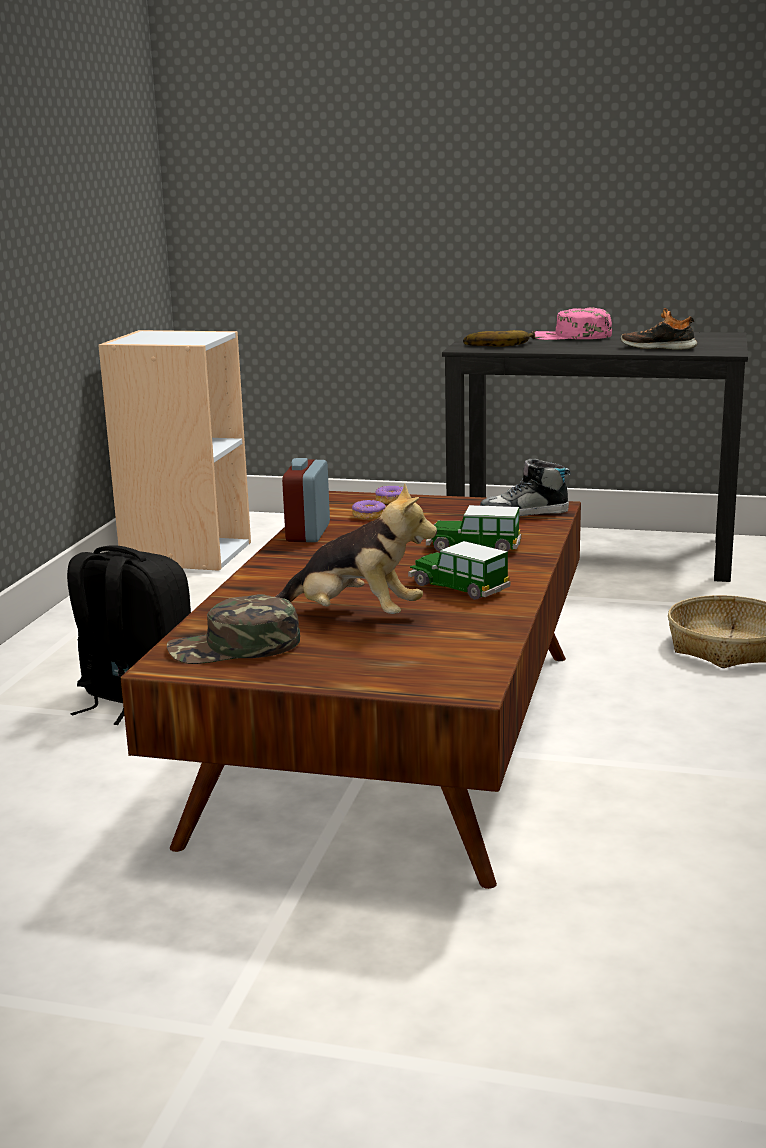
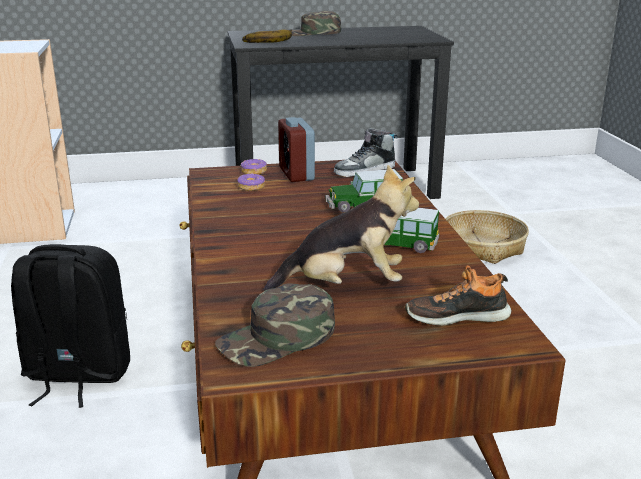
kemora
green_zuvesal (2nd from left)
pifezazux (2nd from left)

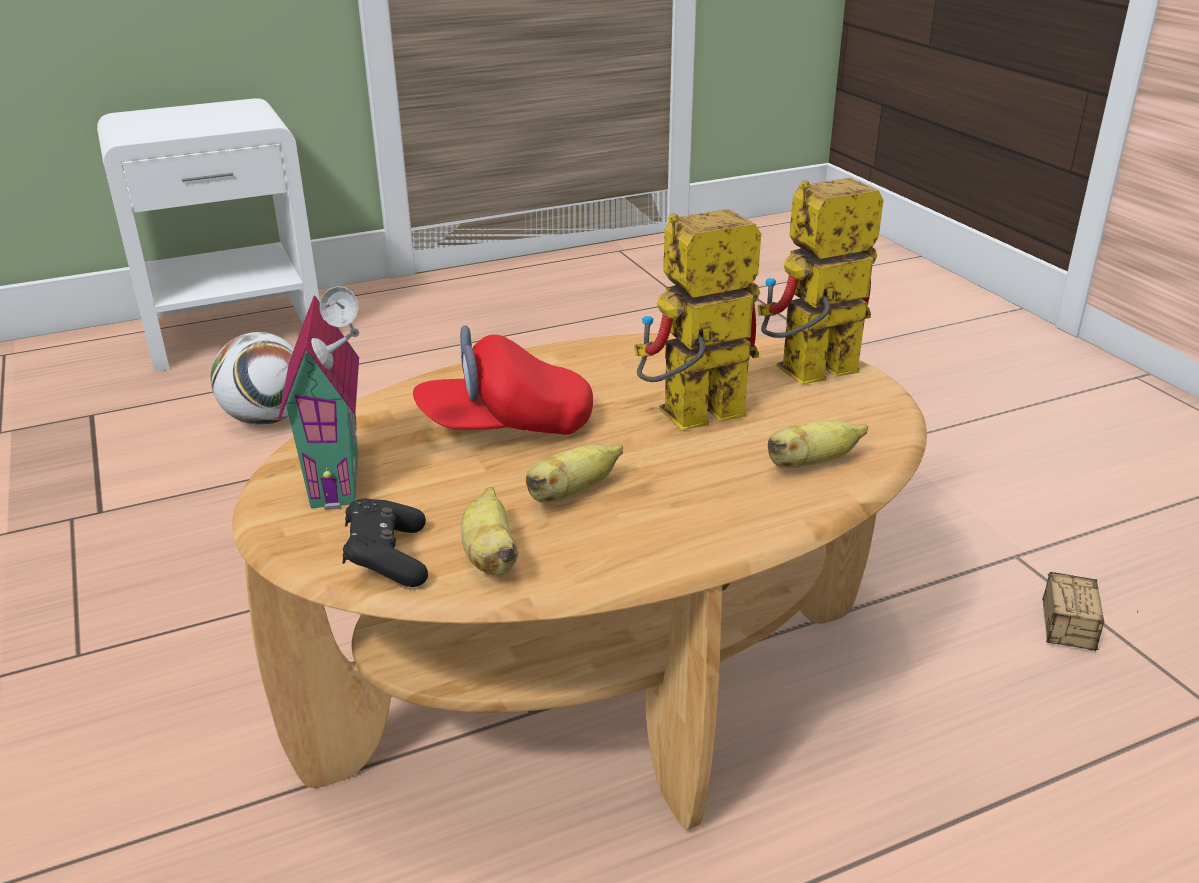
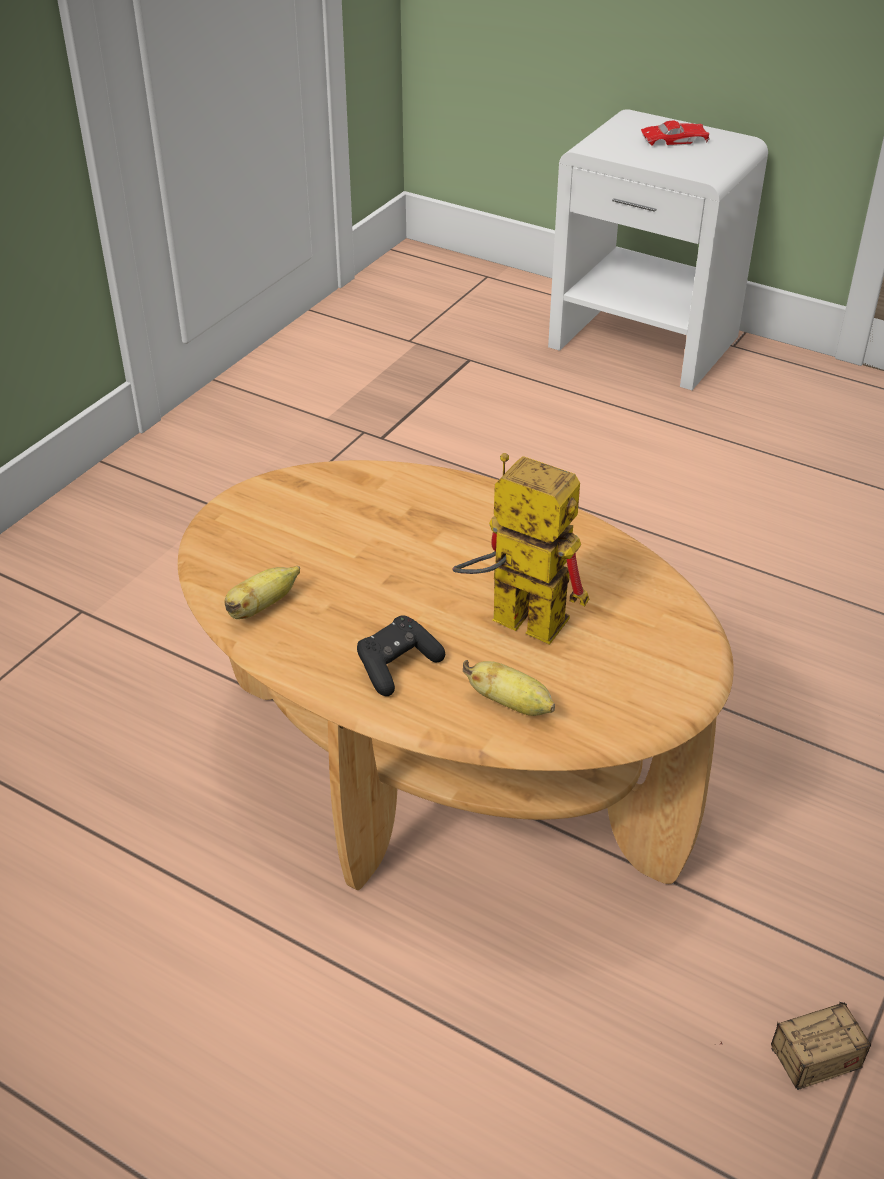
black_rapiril
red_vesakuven
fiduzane
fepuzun
red_zuvesal
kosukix (2nd from left in the first image)
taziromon (2nd from left in the first image)

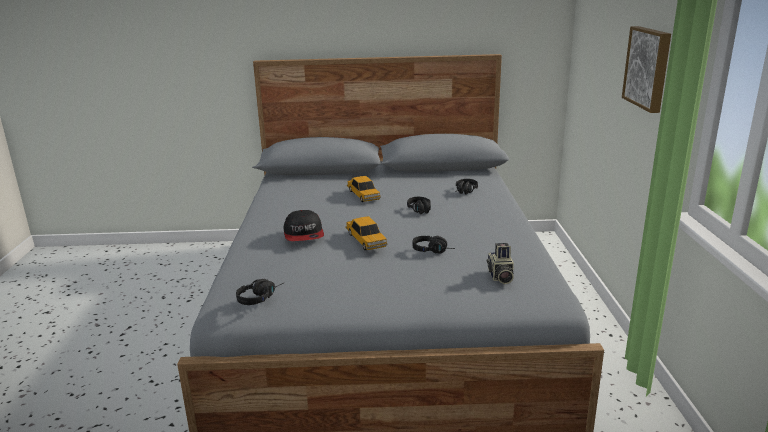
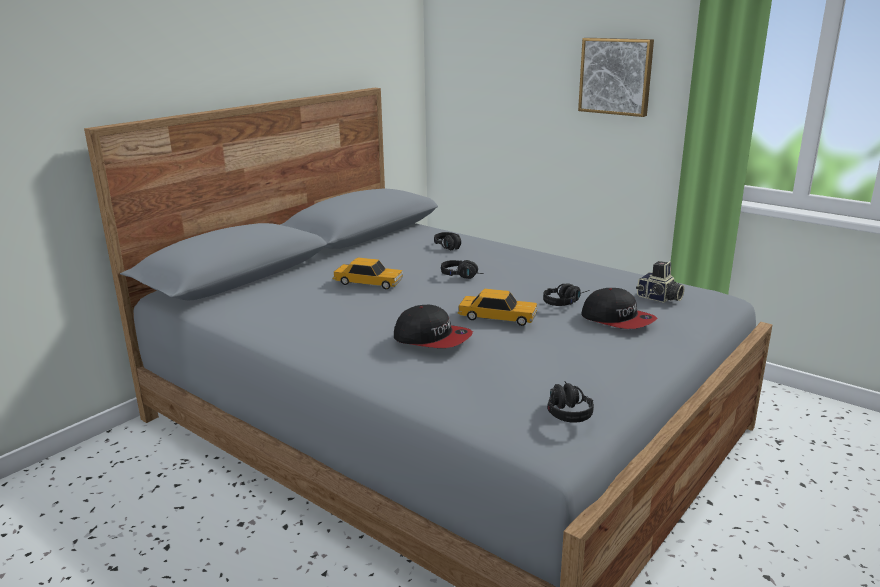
zuvesal (2nd from left)

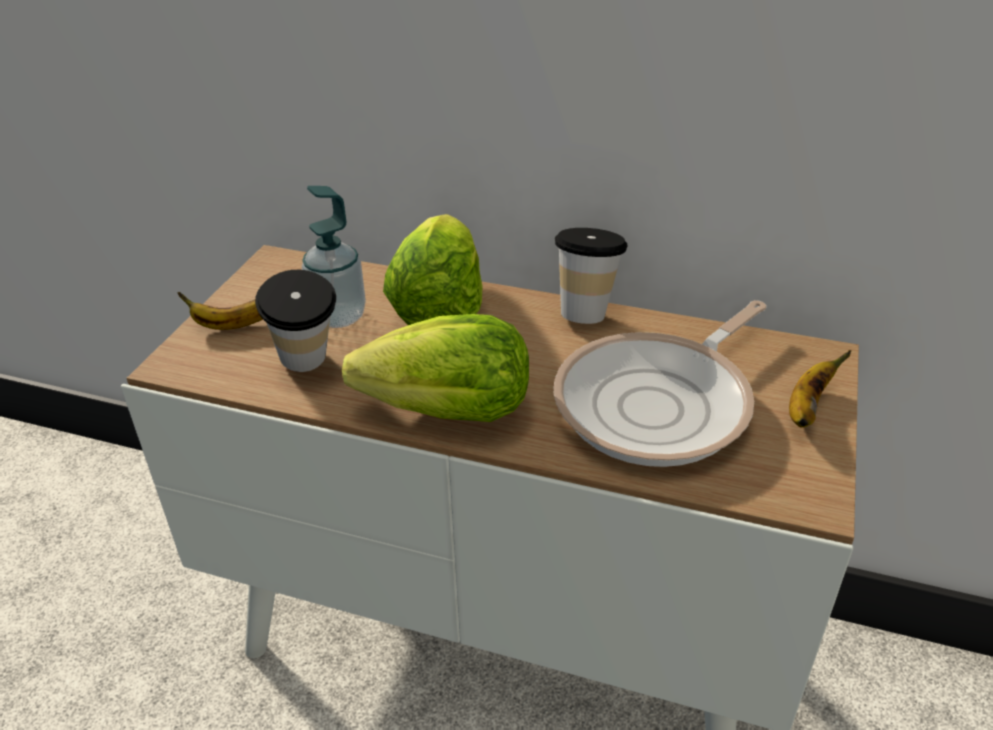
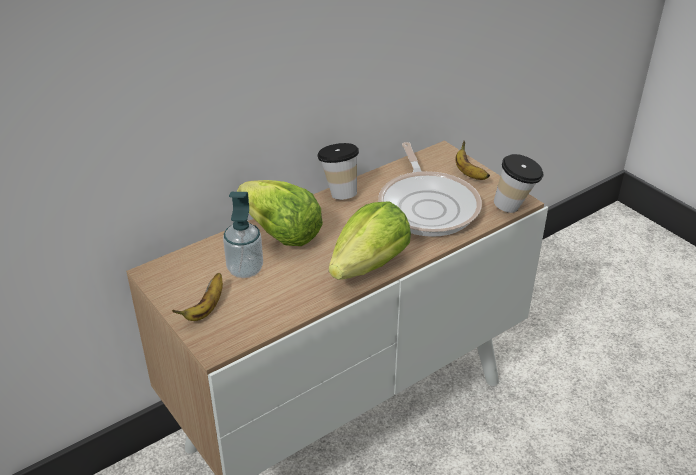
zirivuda (2nd from left)

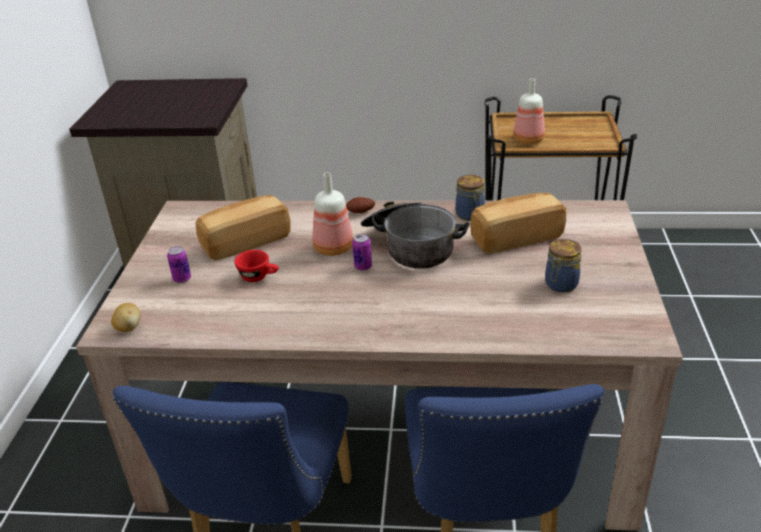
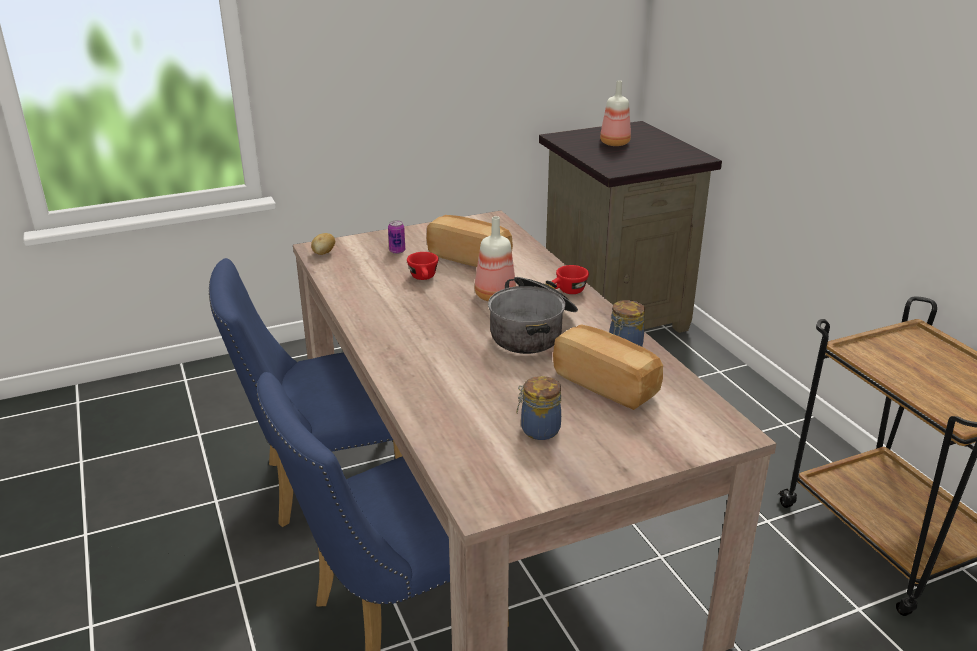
red_zirivuda (2nd from left)
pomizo (2nd from left)
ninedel (2nd from left in the first image)

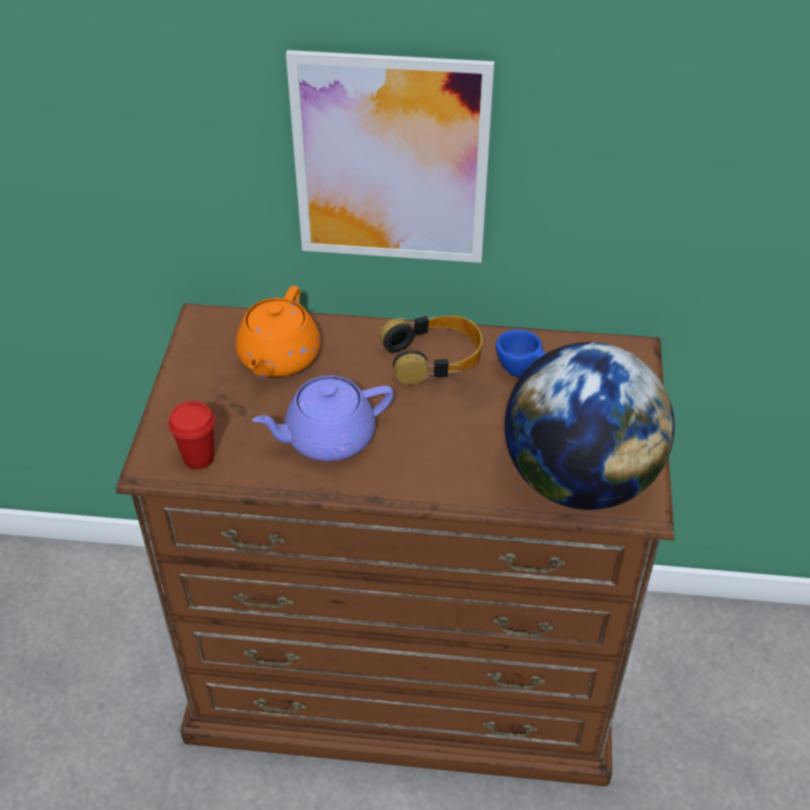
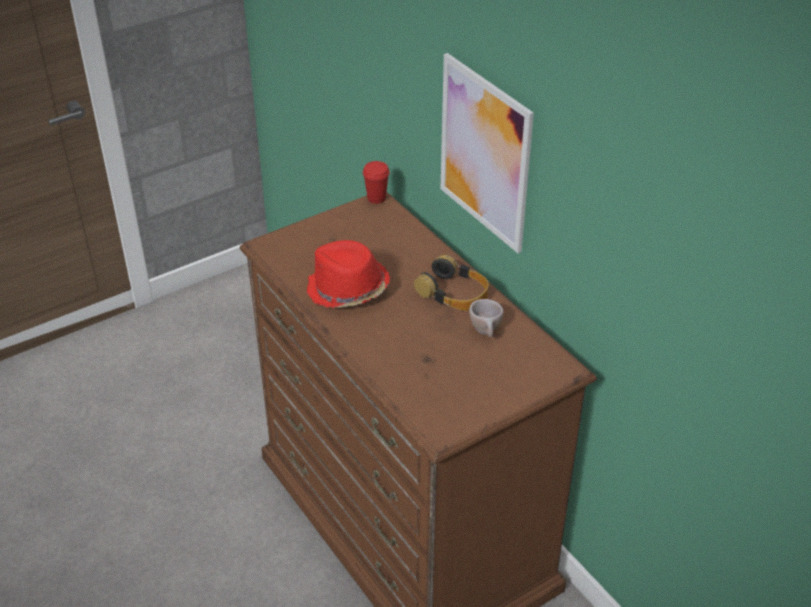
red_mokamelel
red_zirivuda
beige_zirivuda
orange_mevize
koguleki

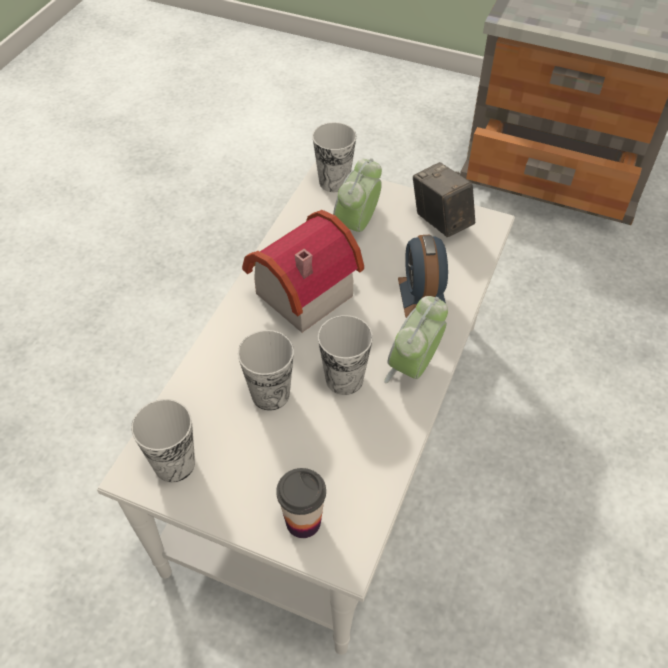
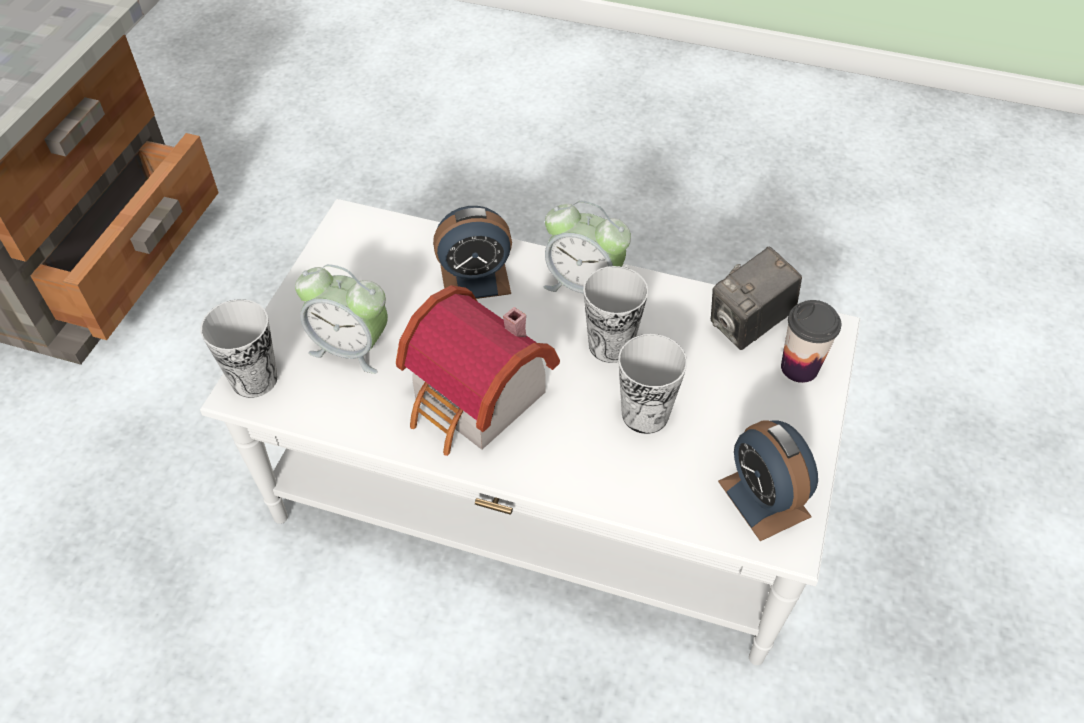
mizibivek
kemora (4th from left)

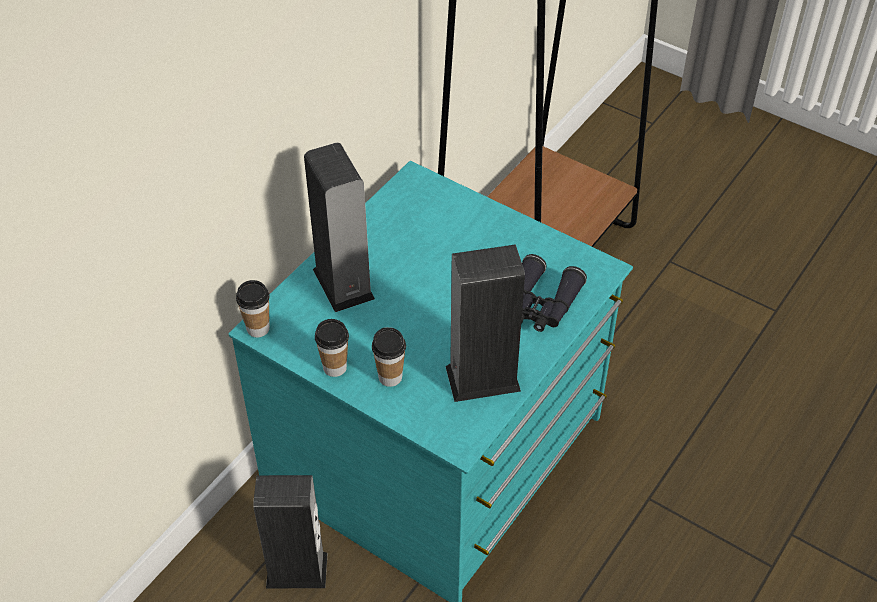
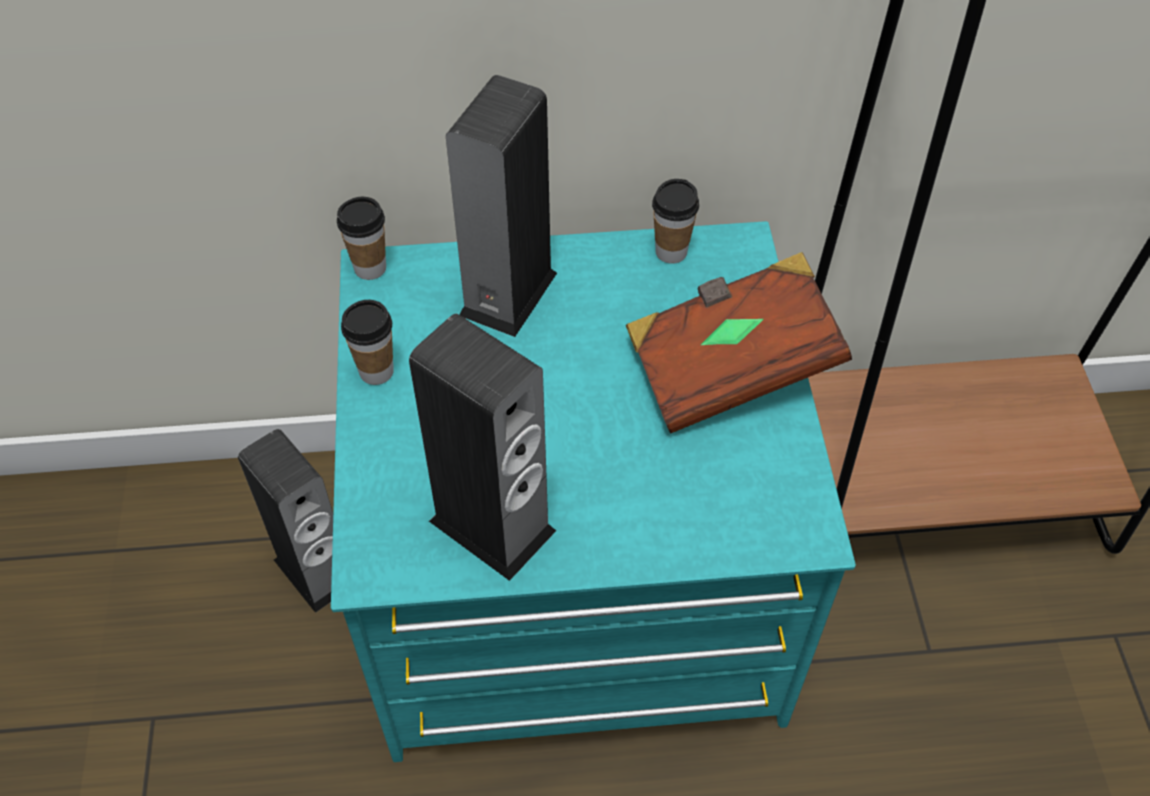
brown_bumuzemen
zirivuda (3rd from left)
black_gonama

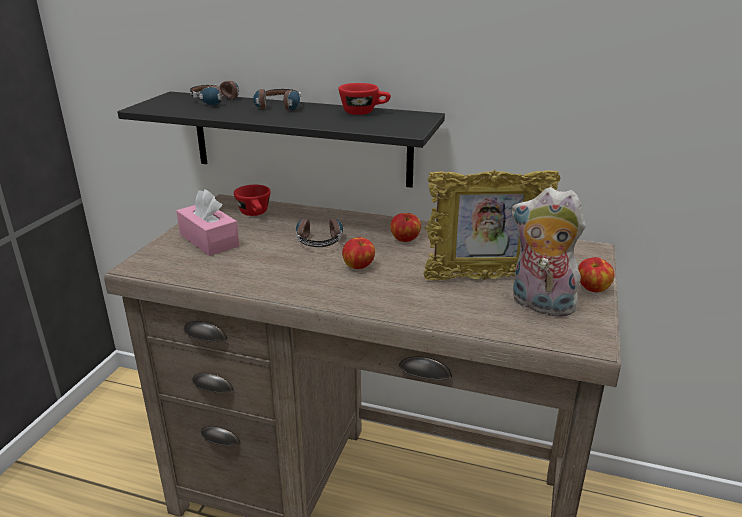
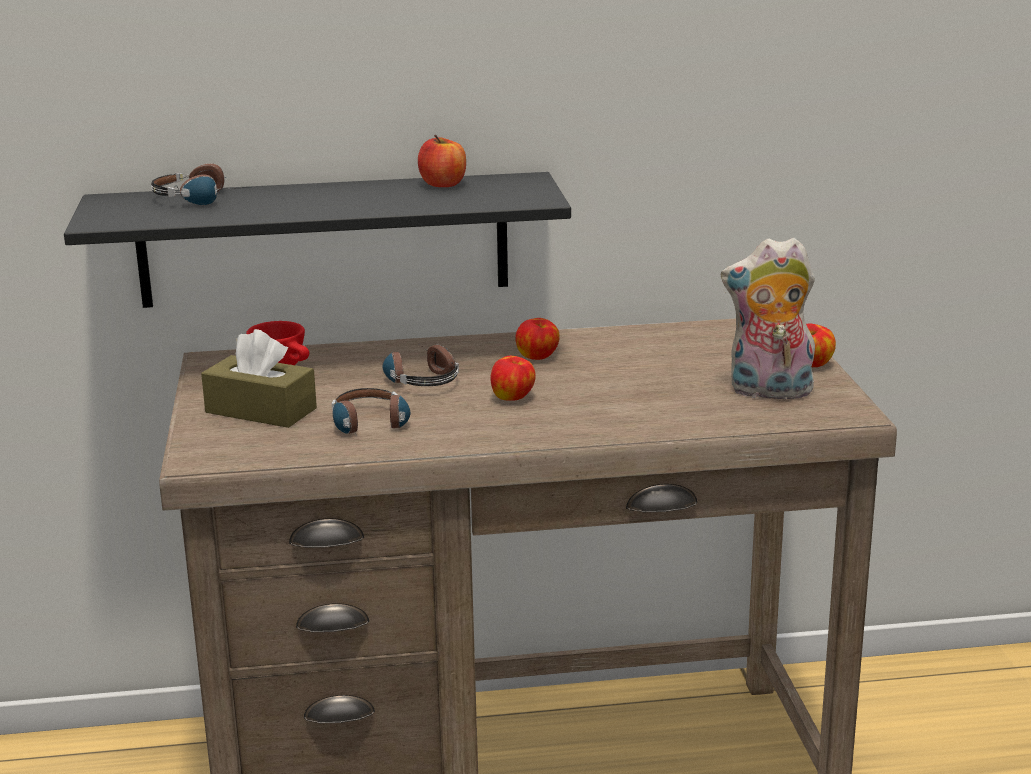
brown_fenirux
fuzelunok (2nd from left)
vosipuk (1st from left)
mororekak

